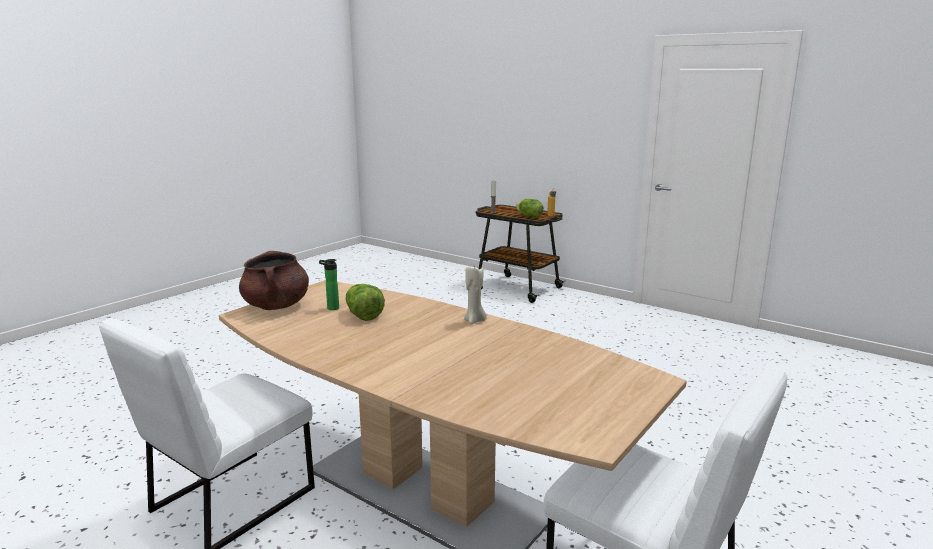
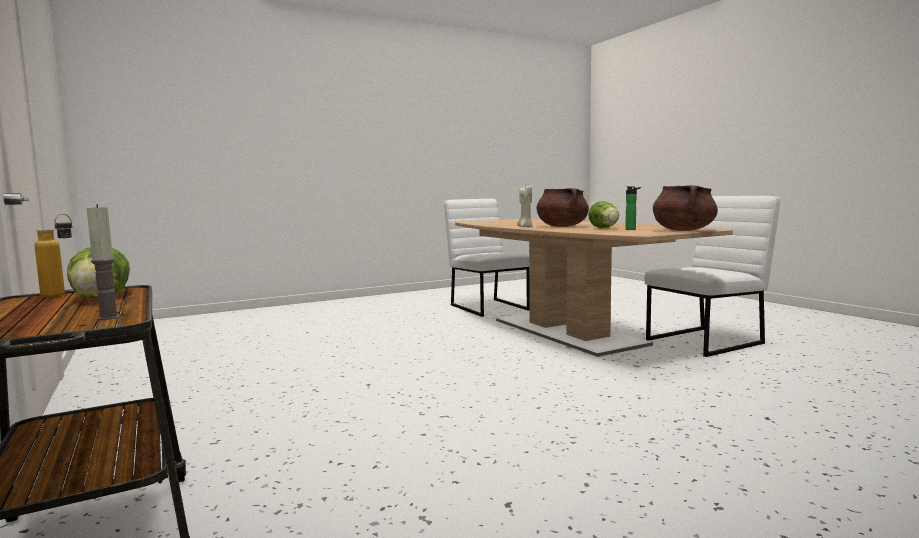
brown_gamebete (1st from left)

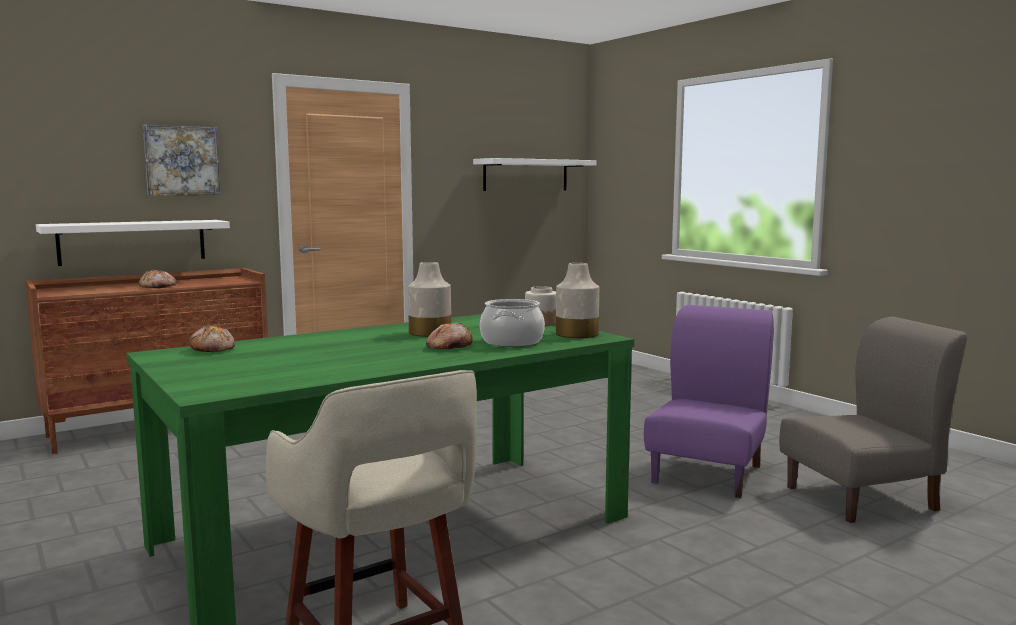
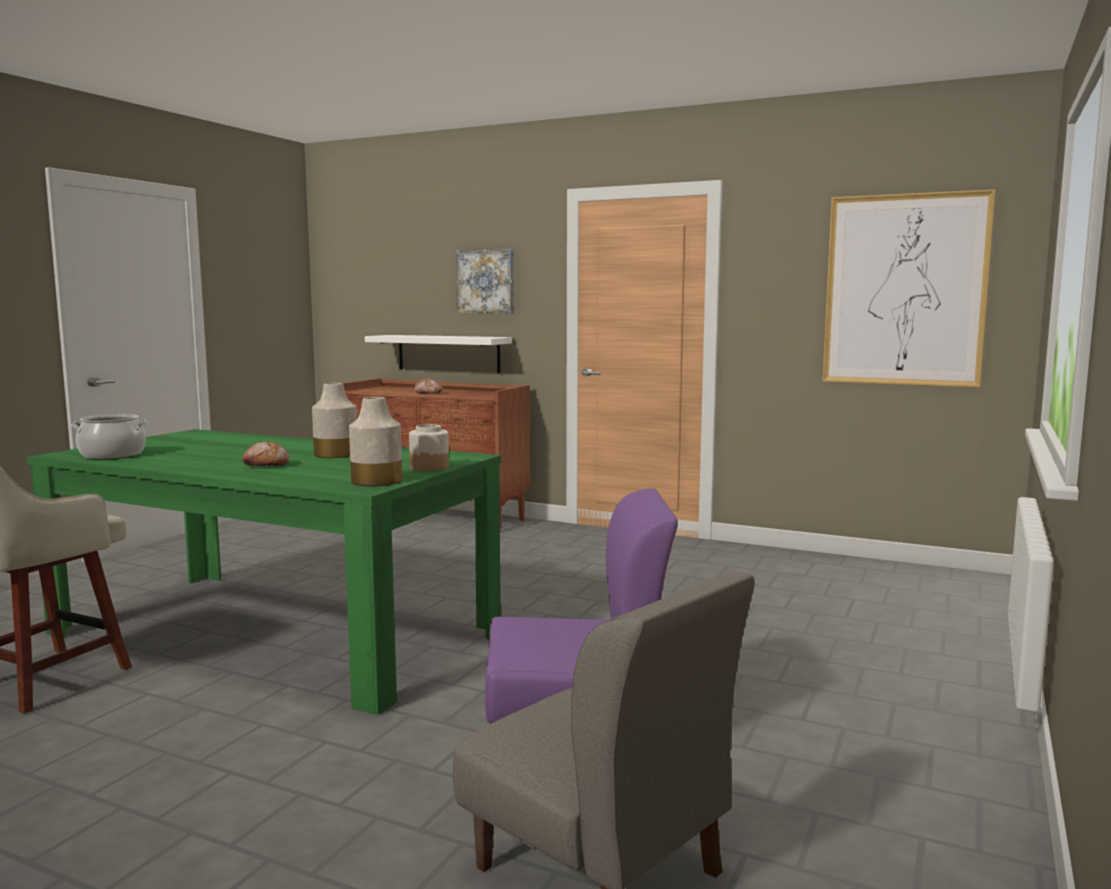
gamebete
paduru (2nd from left)
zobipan (2nd from left in the first image)

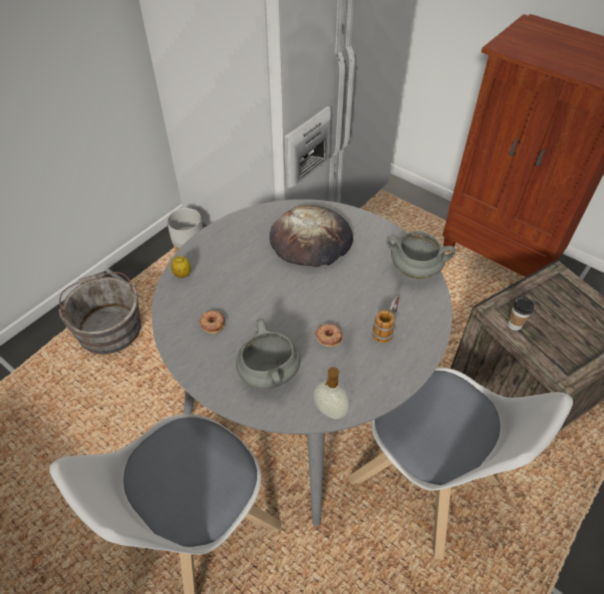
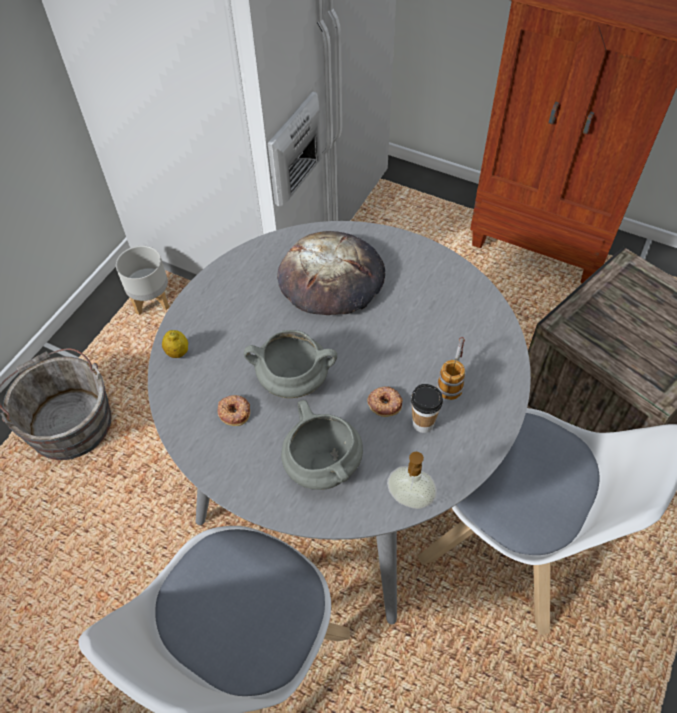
grey_gamebete (1st from left)
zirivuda

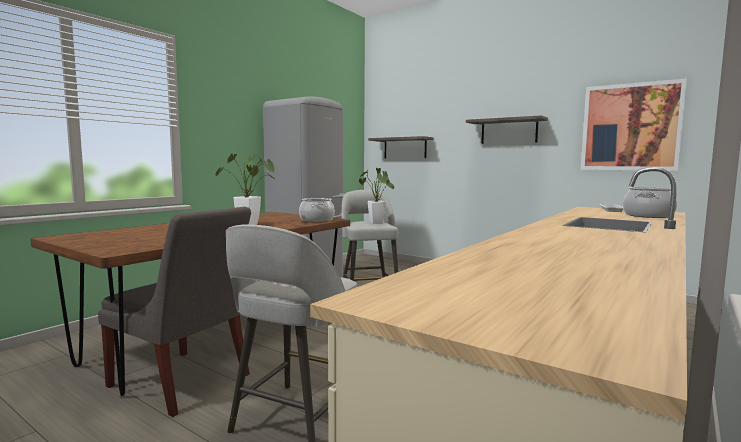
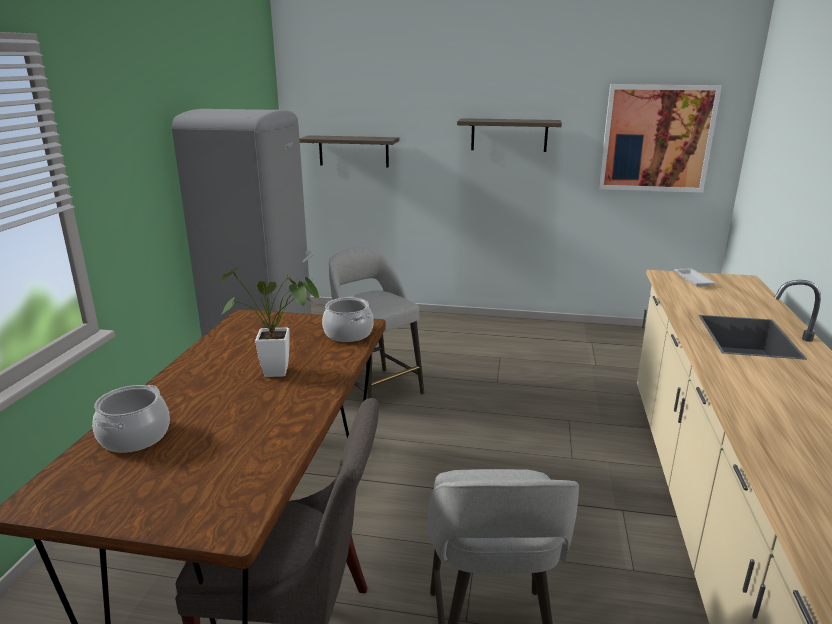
gamebete (1st from left)
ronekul (2nd from left in the first image)

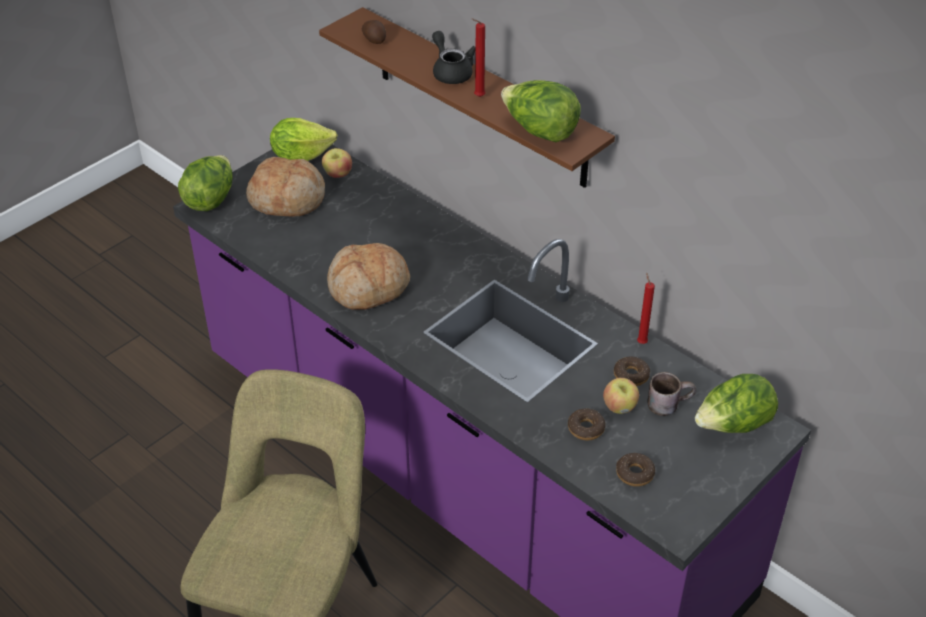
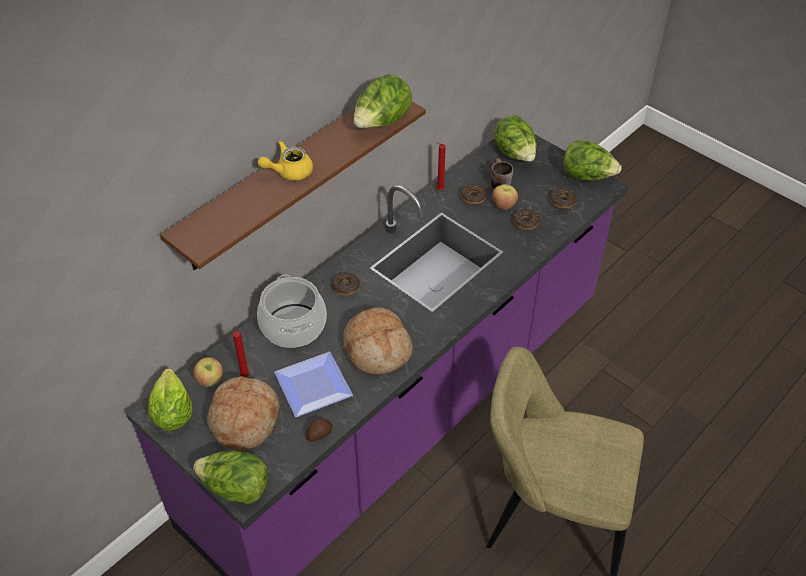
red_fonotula (1st from left)
gamebete
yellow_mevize
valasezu
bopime
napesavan (1st from left)
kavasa (5th from left)

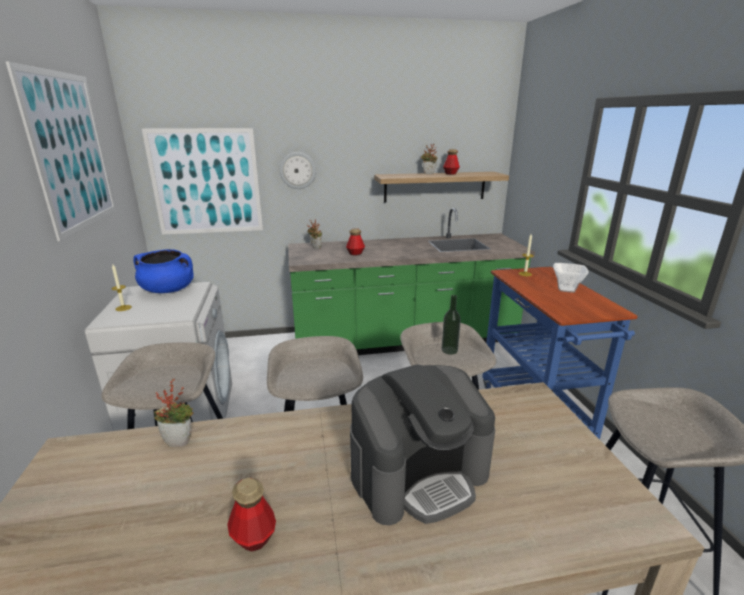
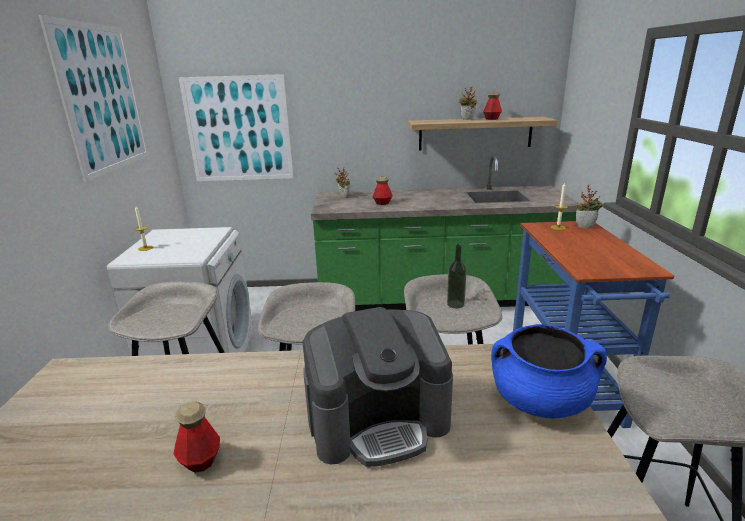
blue_gamebete
ronekul (3rd from left)
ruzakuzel
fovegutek

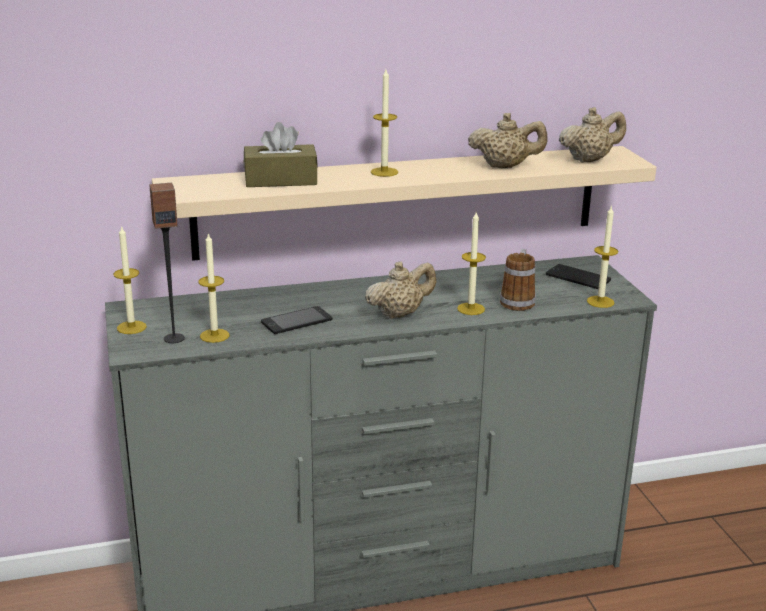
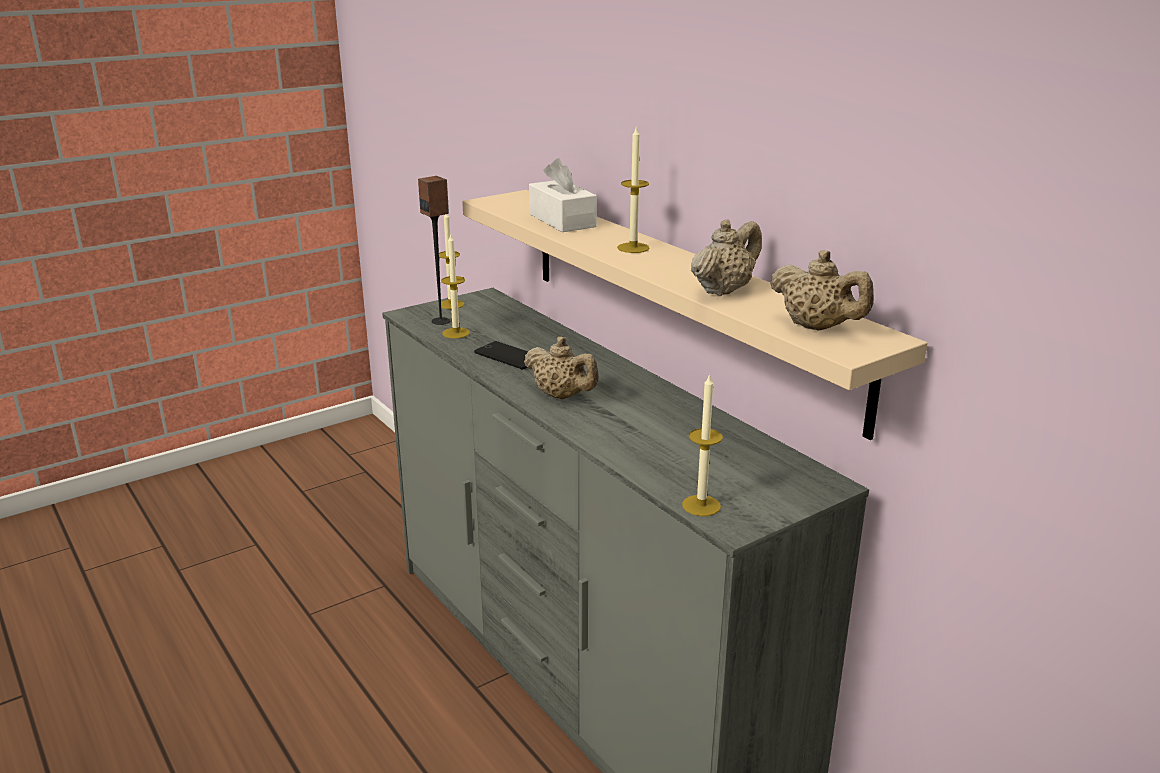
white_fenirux
beige_mevize (2nd from left)
fonotula (4th from left in the first image)
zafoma
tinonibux (2nd from left in the first image)

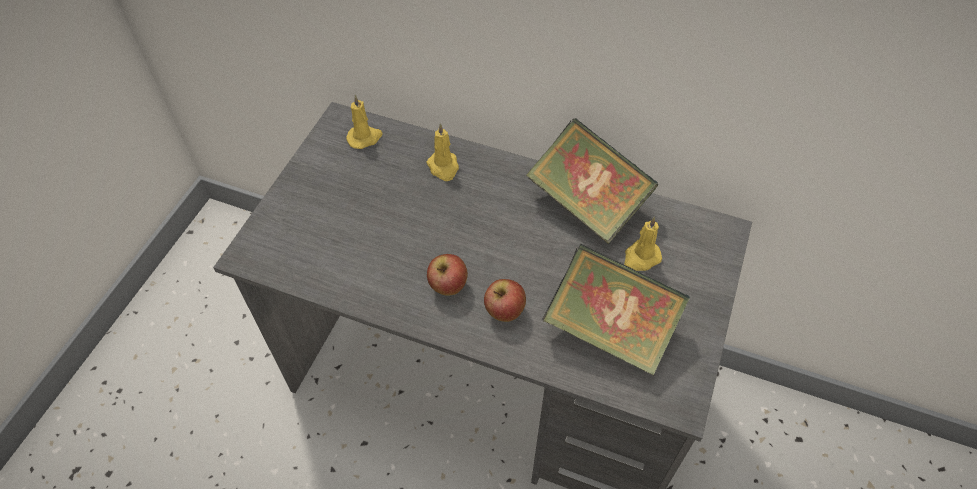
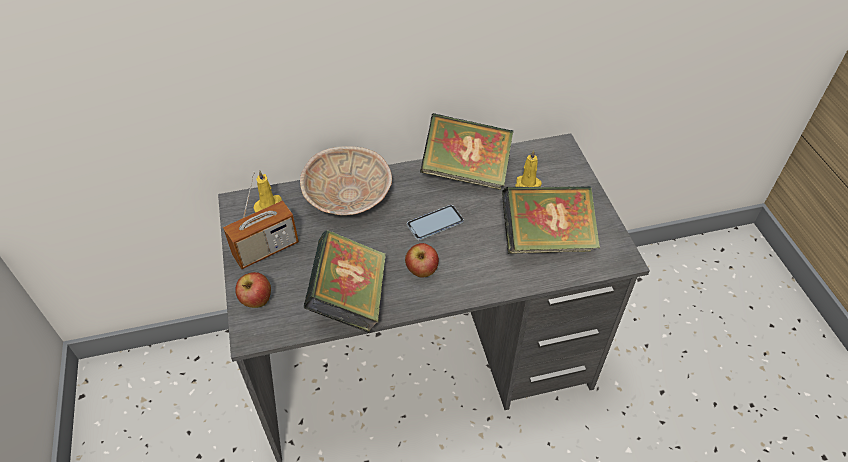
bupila
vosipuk (1st from left)
beige_fovegutek
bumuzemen (1st from left)
tinonibux

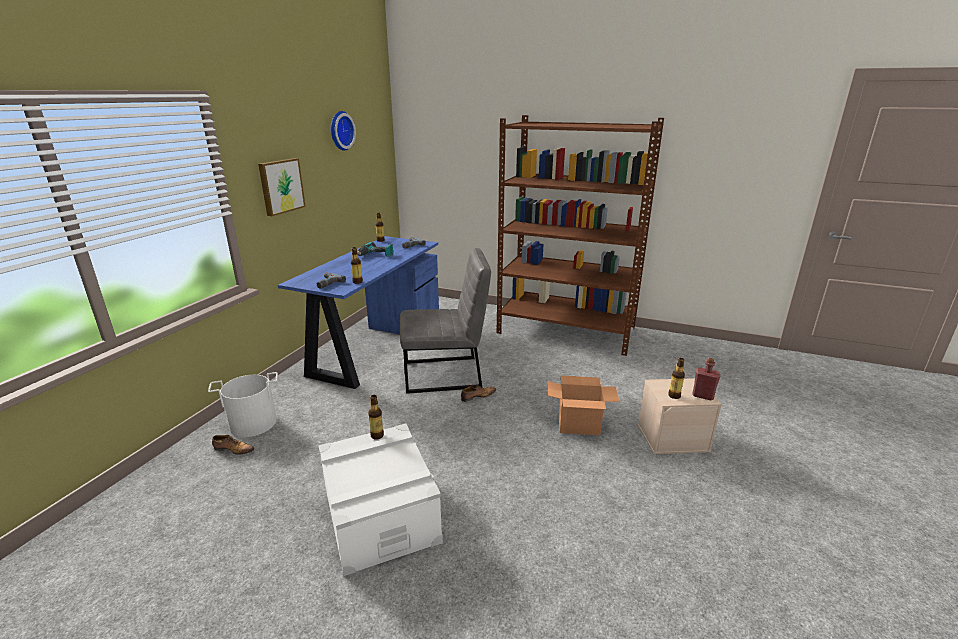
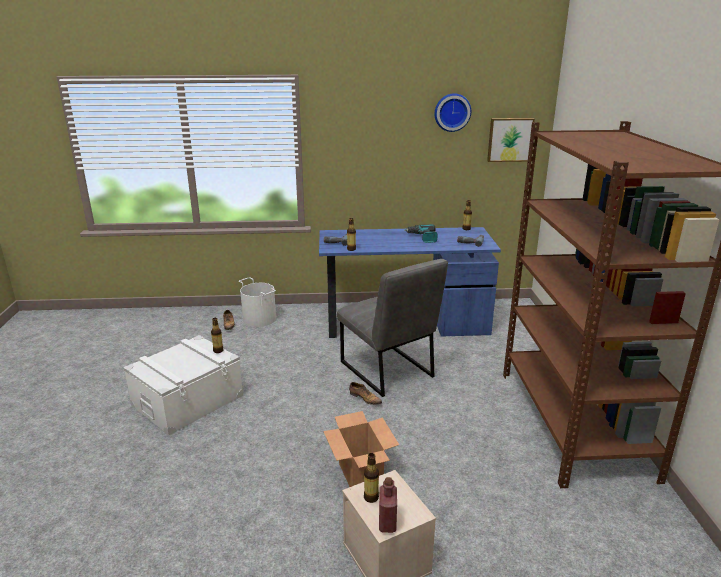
paduru

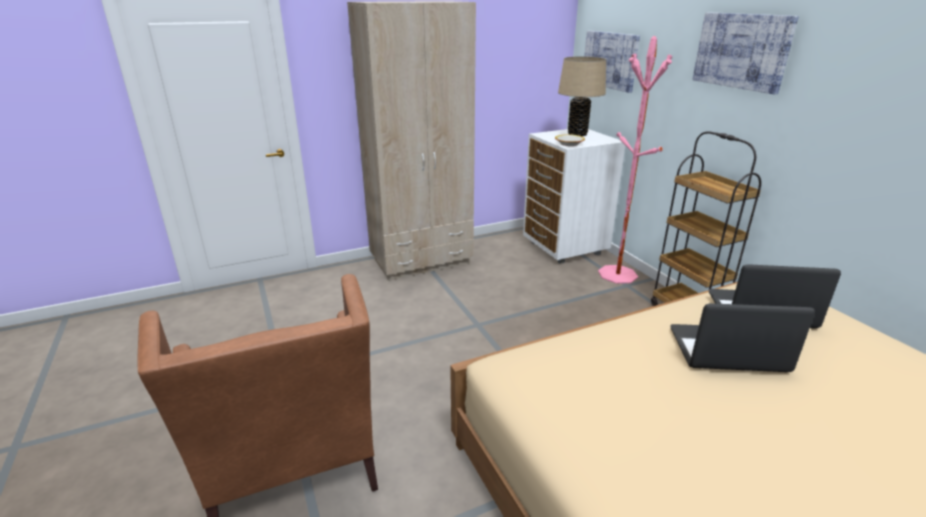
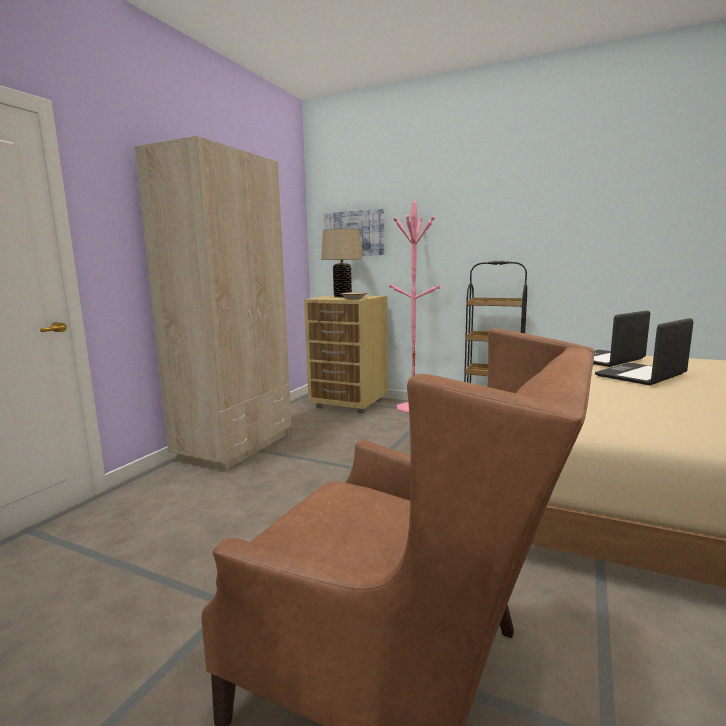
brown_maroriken
paduru (2nd from left in the first image)

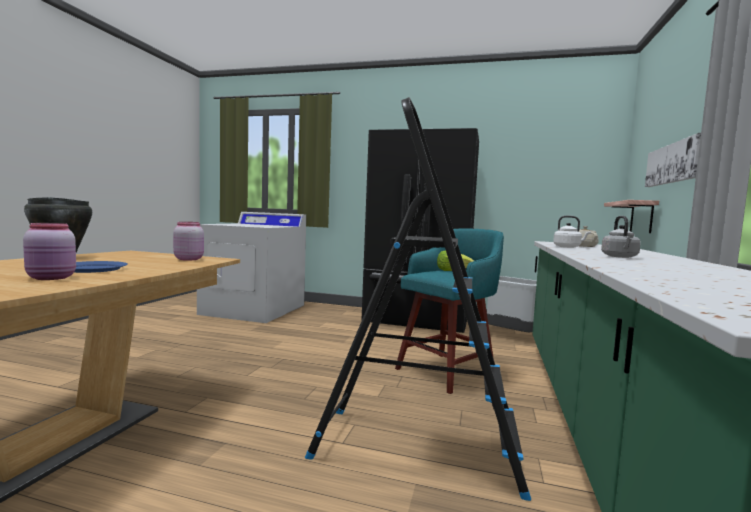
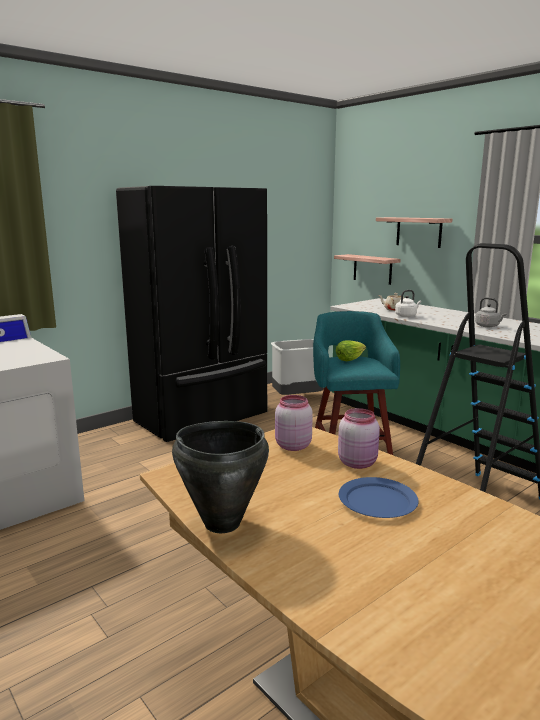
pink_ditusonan (2nd from left)
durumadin (2nd from left)

